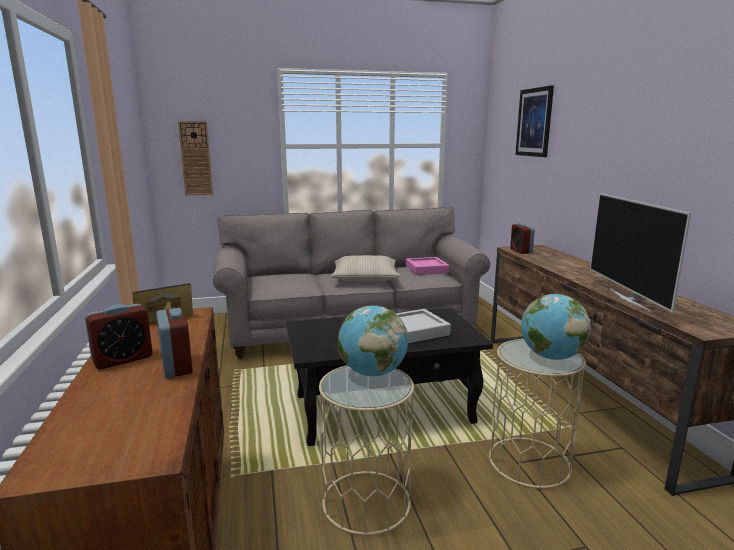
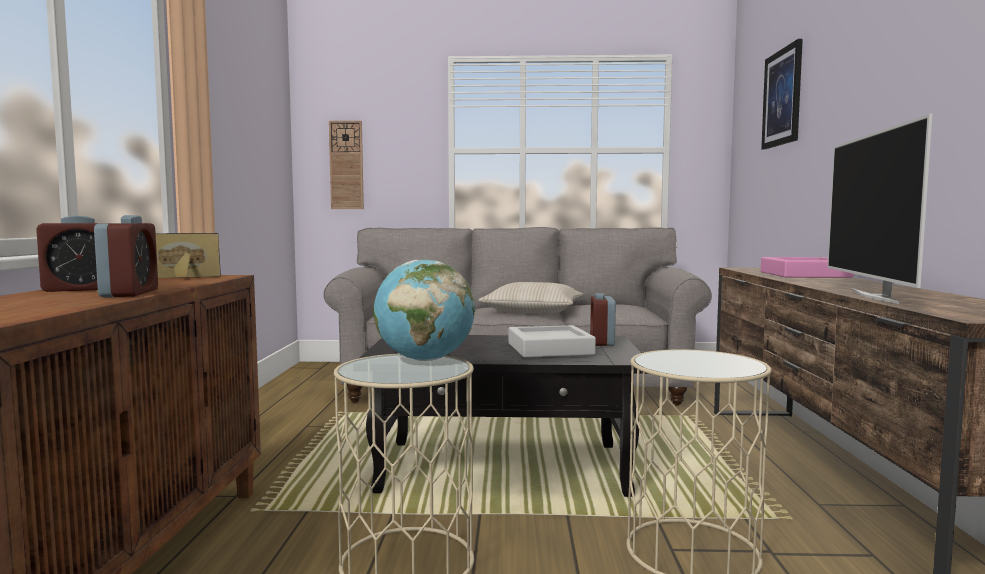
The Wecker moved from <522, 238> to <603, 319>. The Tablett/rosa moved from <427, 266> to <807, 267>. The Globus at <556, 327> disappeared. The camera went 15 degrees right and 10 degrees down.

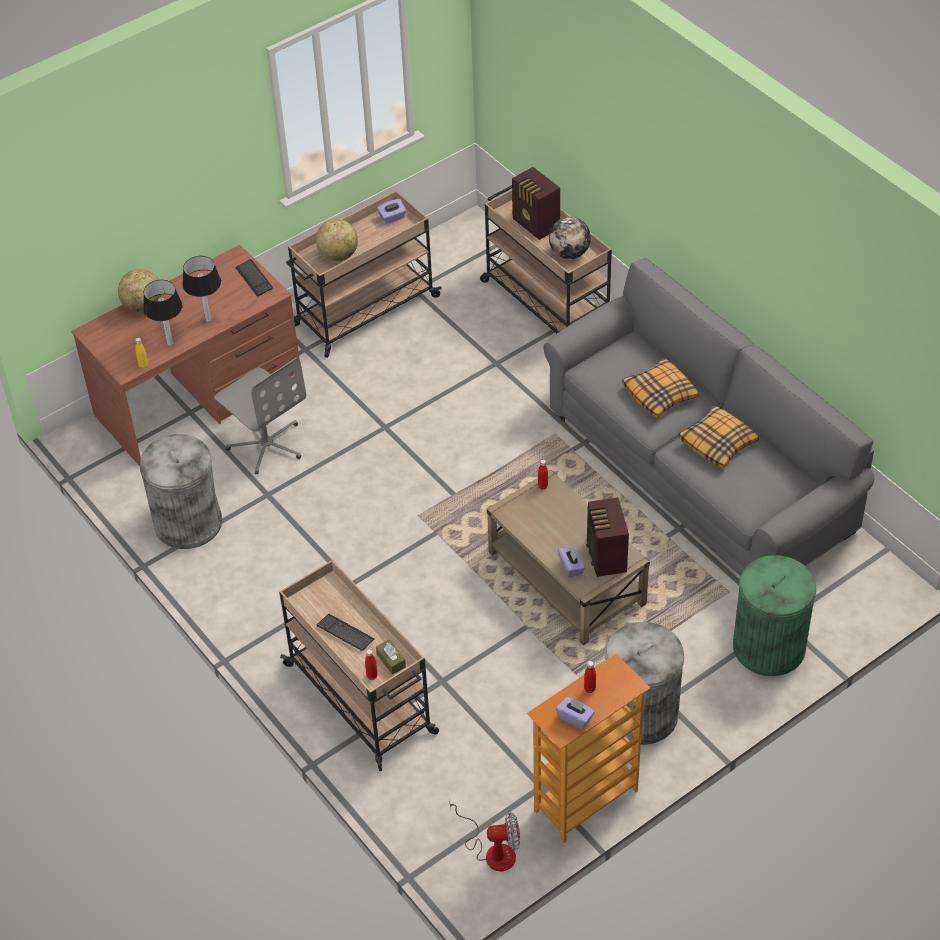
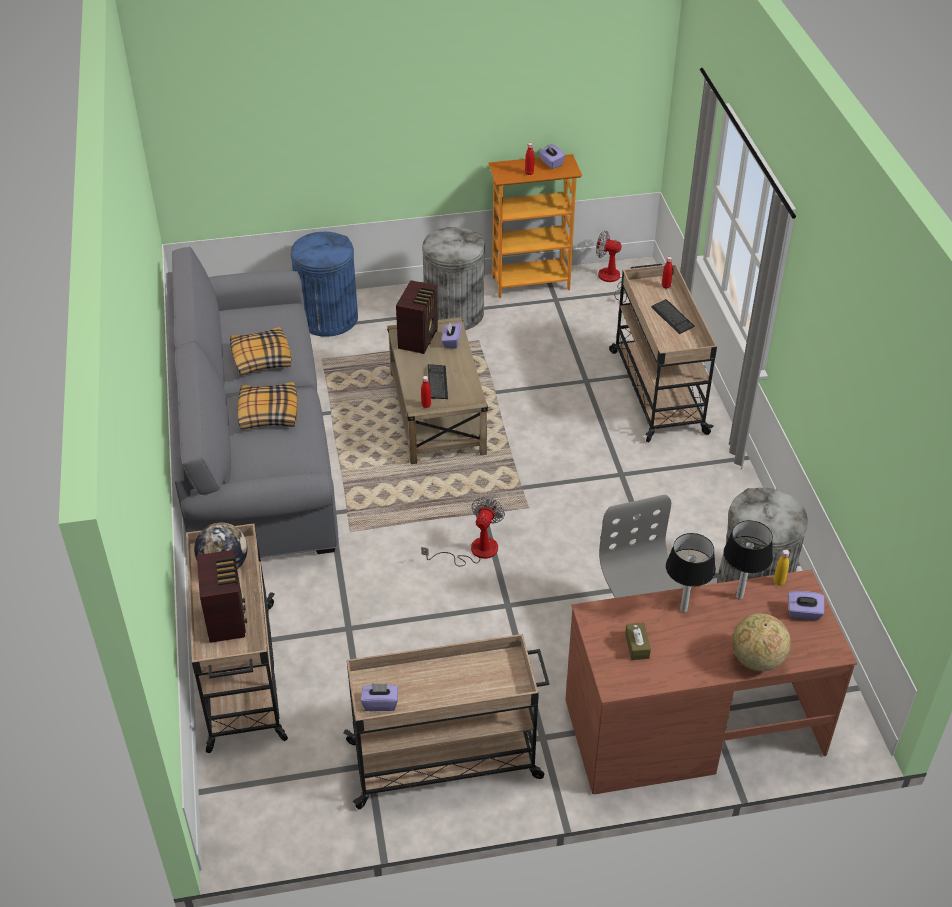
The Mülleimer/grün at <774, 615> became the Mülleimer/blau at <324, 284>. The Ventilator at <463, 531> appeared. The Tastatur moved from <254, 278> to <438, 381>. The Taschentuchbox/braun moved from <391, 657> to <638, 641>. The Taschentuchbox/lila at <806, 605> appeared. The Globus at <337, 240> disappeared. The camera went 155 degrees left and 5 degrees down.

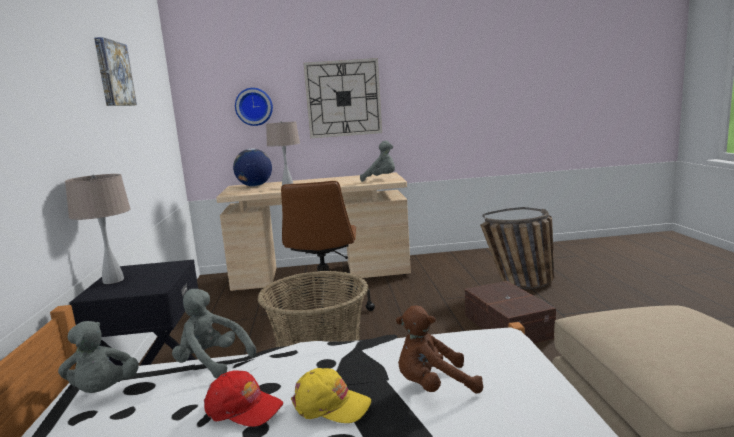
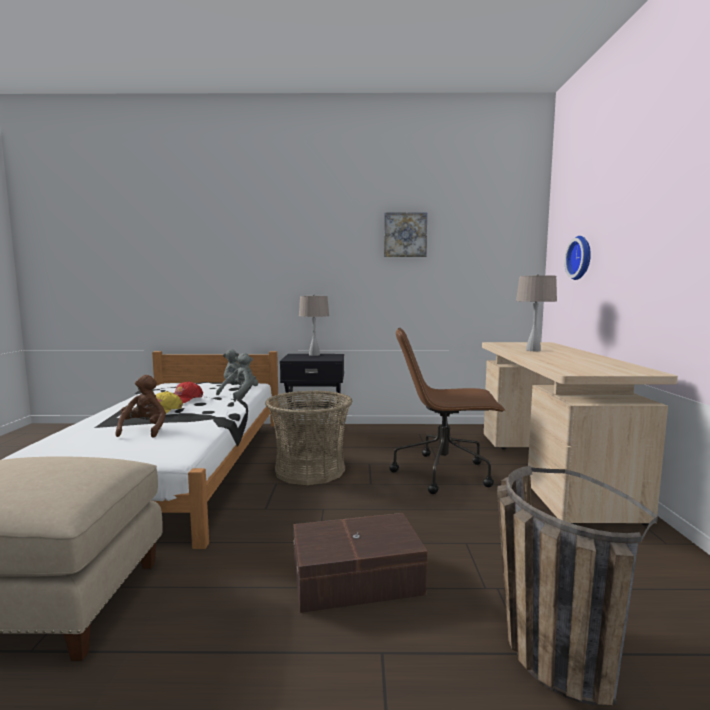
The Globus at <252, 167> disappeared. The Wanduhr at <342, 98> disappeared. The Plüschtier/grau at <377, 161> disappeared. The camera went 95 degrees right and 5 degrees down.

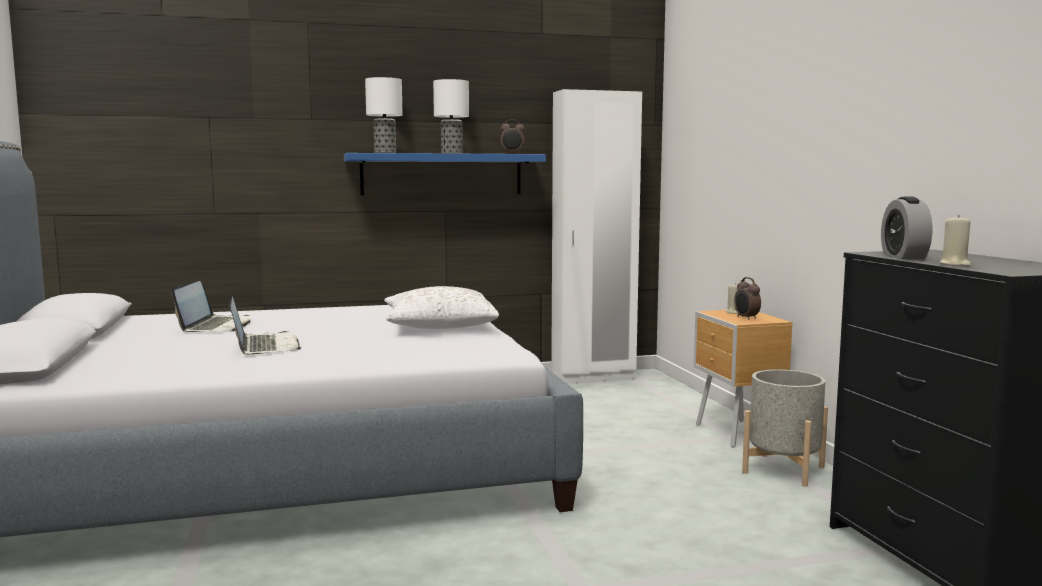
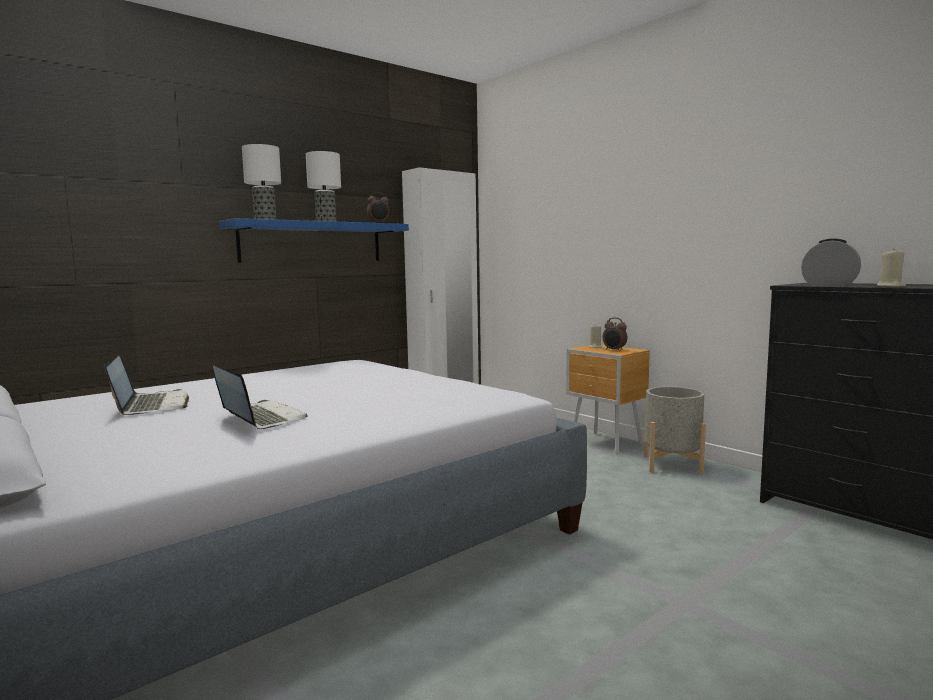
The Wecker at <906, 228> turned 150 degrees clockwise. The Kissen/weiß at <441, 307> disappeared. The camera went 25 degrees left and 0 degrees up.

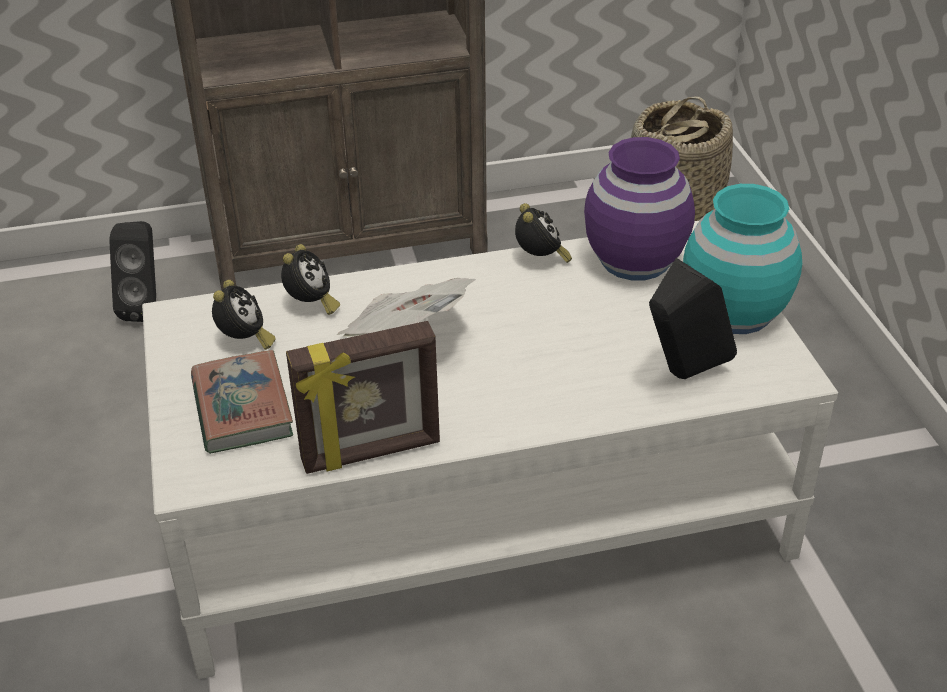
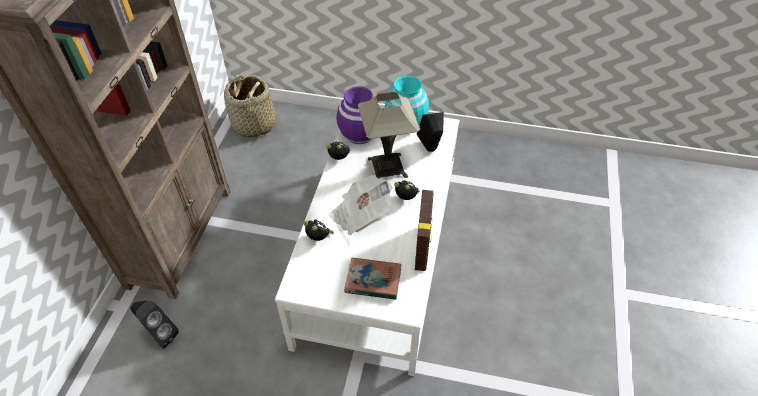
The Tischlampe at <389, 135> appeared. The Wecker moved from <244, 315> to <407, 190>. The camera went 65 degrees left and 10 degrees up.

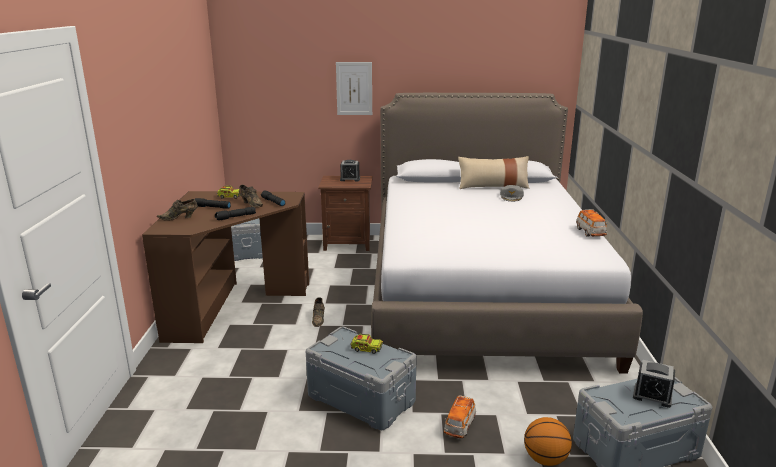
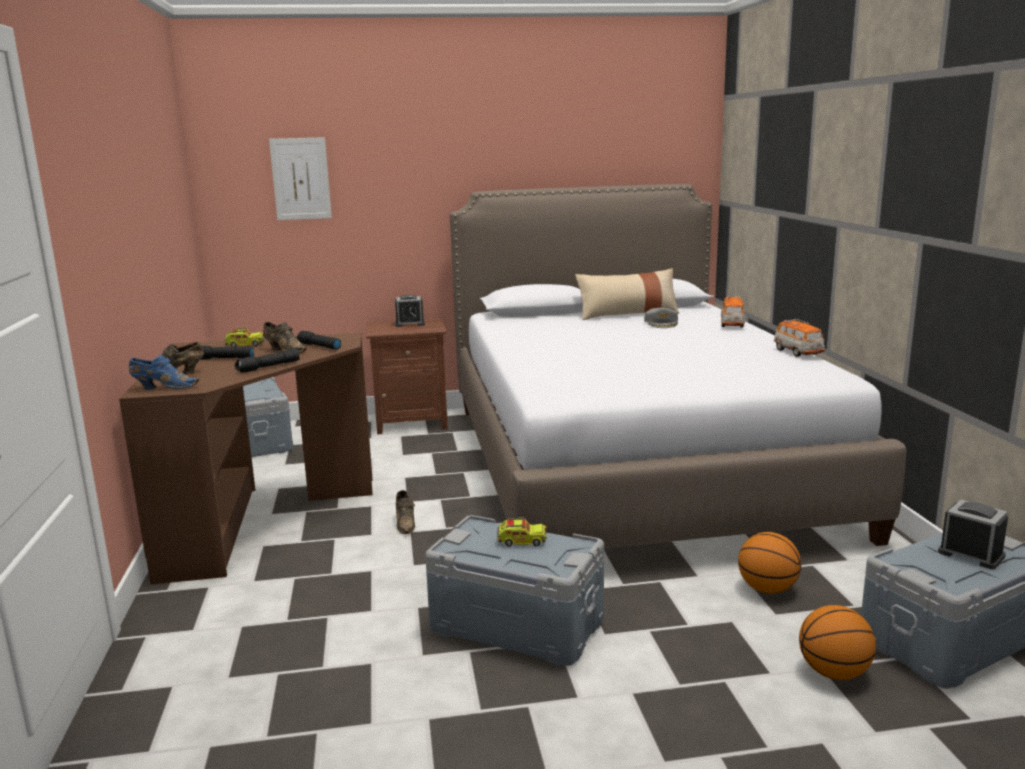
The Schuh/blau at <164, 372> appeared. The Bild moved from <354, 88> to <300, 178>. The Spielzeugauto moved from <460, 416> to <733, 311>. The Basketball at <769, 563> appeared. The Wecker at <654, 384> turned 150 degrees counterclockwise. The camera went 10 degrees left and 5 degrees down.

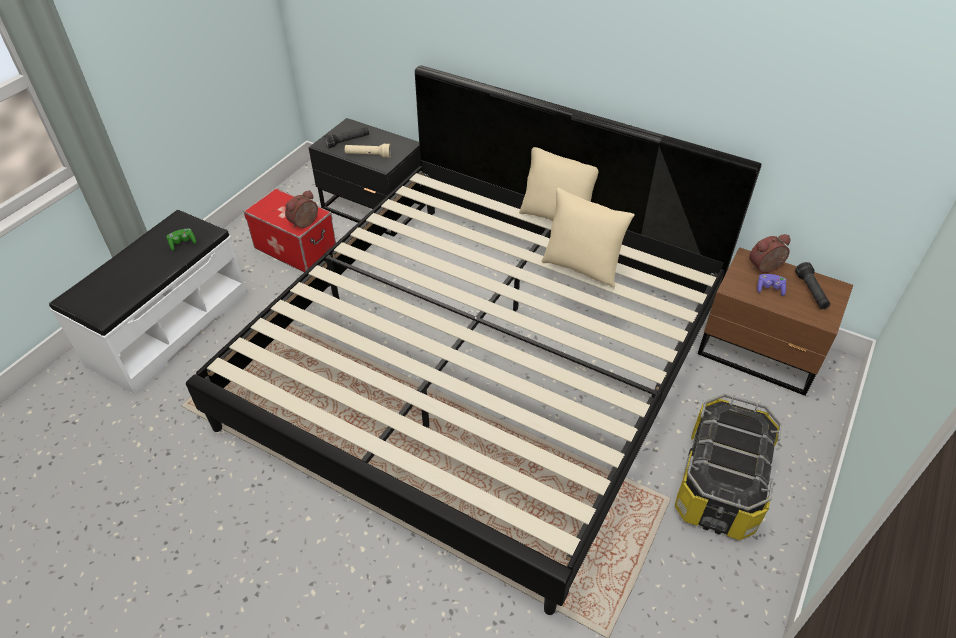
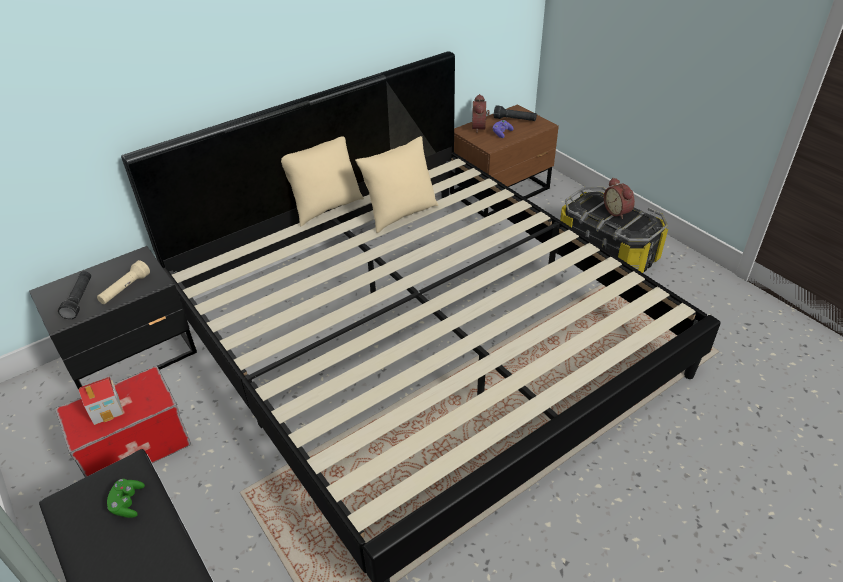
The Spielzeughaus at <100, 401> appeared. The Wecker moved from <301, 209> to <619, 198>. The camera went 65 degrees left and 5 degrees down.

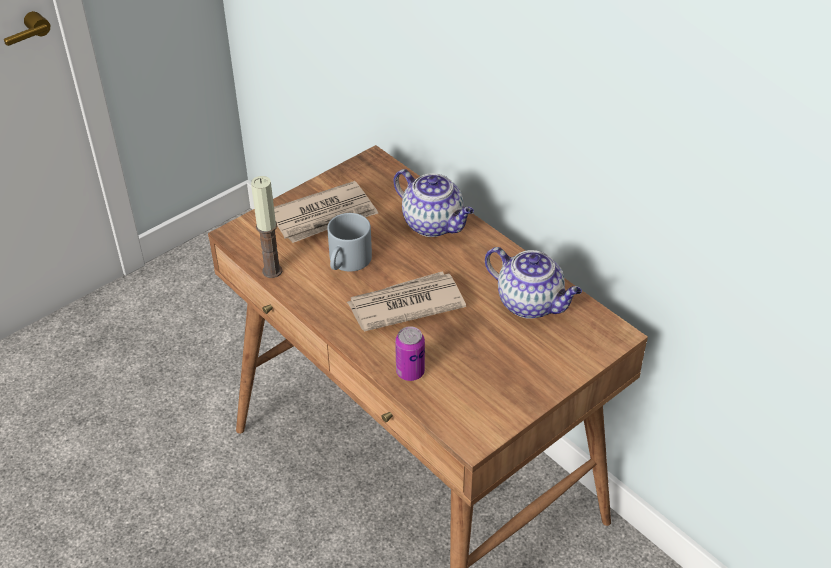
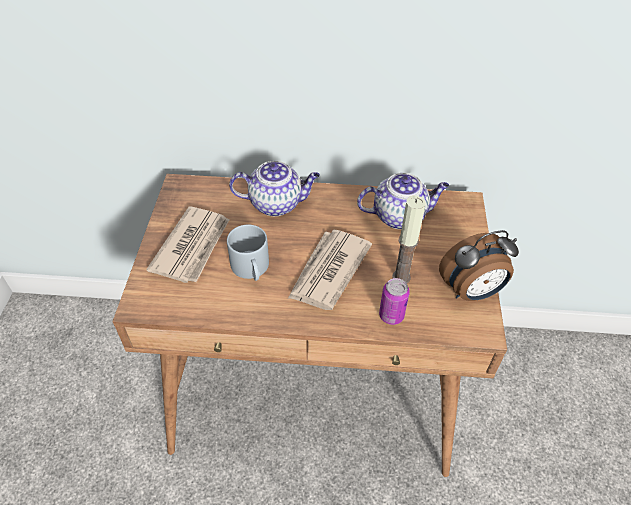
The Kerze moved from <266, 227> to <409, 239>. The Wecker at <479, 265> appeared. The camera went 45 degrees left and 5 degrees up.

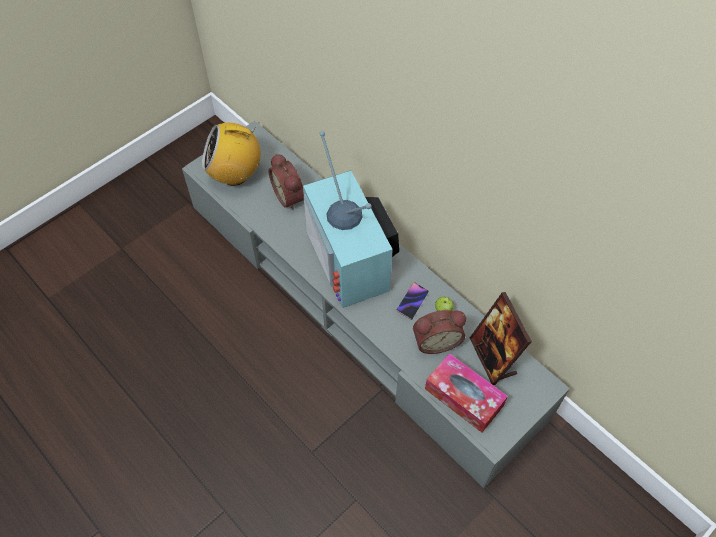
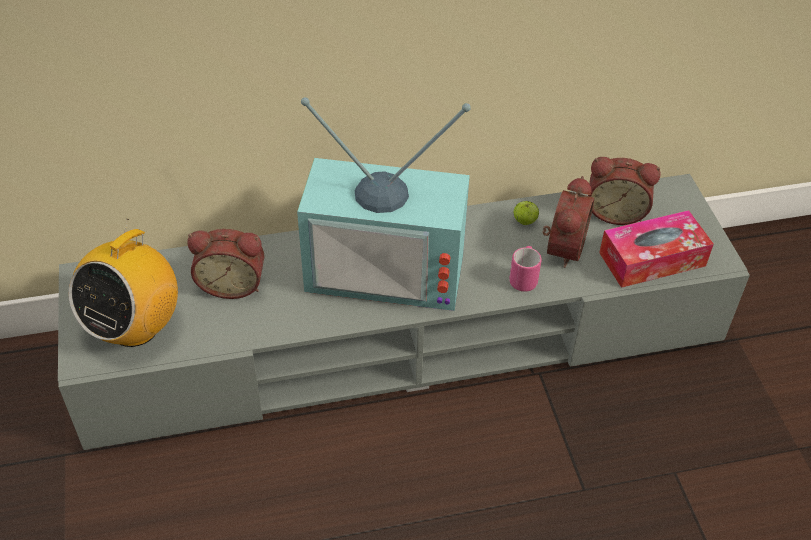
The Henkelbecher/rosa at <525, 269> appeared. The Bilderrahmen at <501, 338> was replaced by the Wecker at <624, 191>. The Handy at <413, 301> disappeared. The camera went 60 degrees left and 10 degrees down.

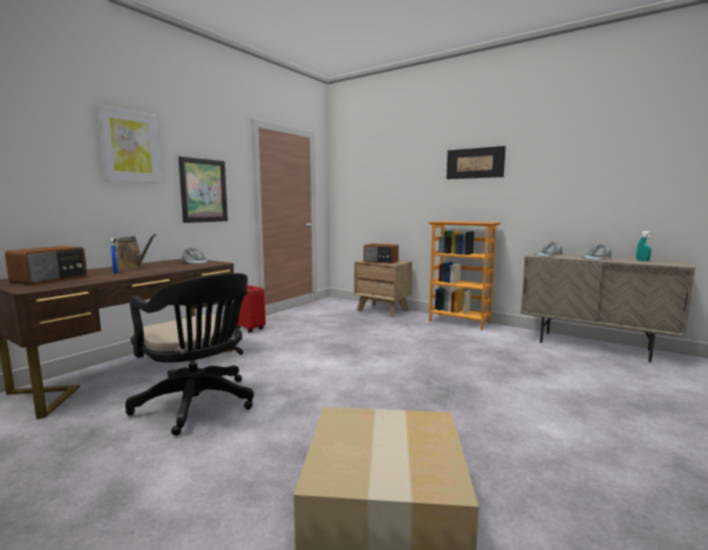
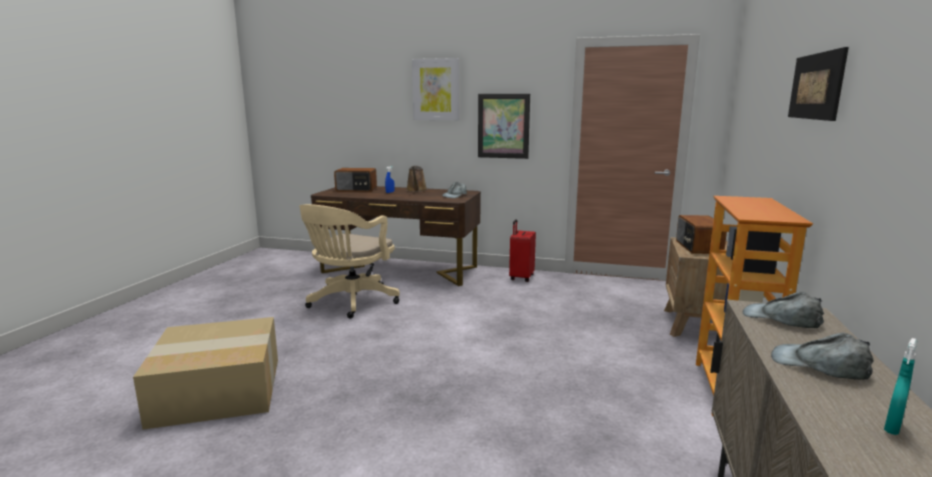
The Bürostuhl/schwarz at <189, 354> became the Bürostuhl/beige at <349, 261>. The camera went 70 degrees right and 5 degrees up.

